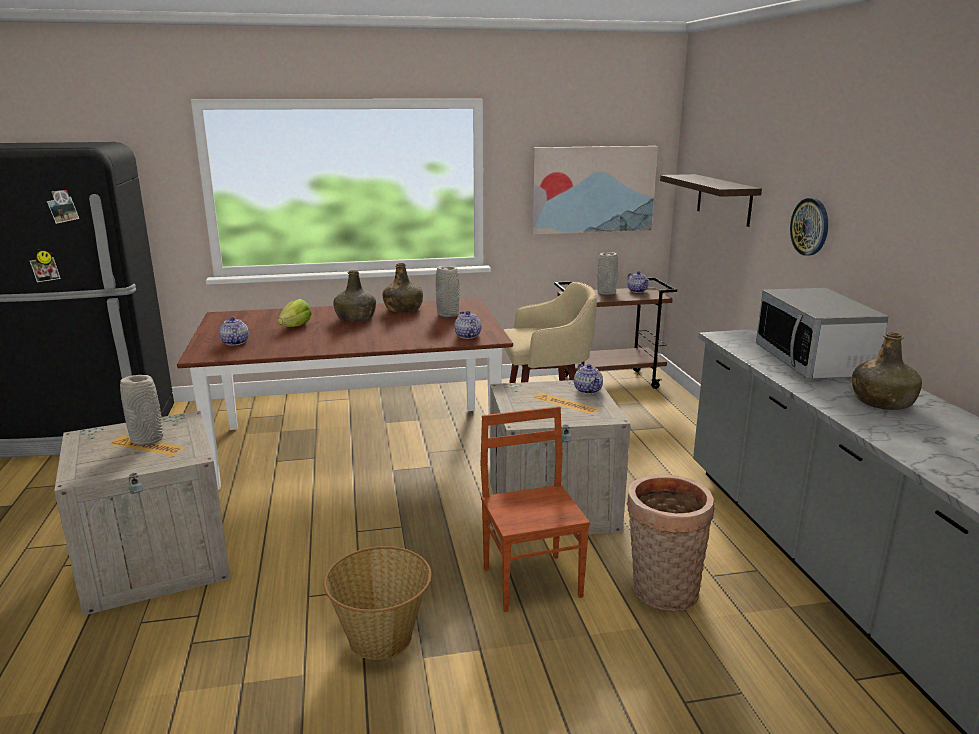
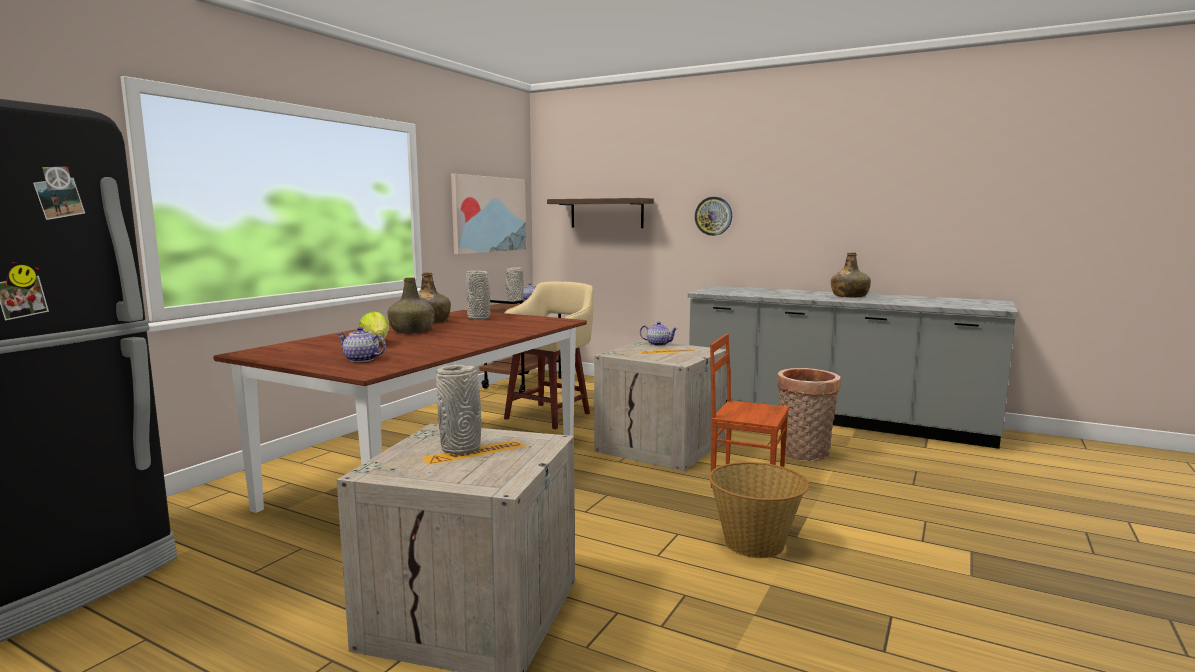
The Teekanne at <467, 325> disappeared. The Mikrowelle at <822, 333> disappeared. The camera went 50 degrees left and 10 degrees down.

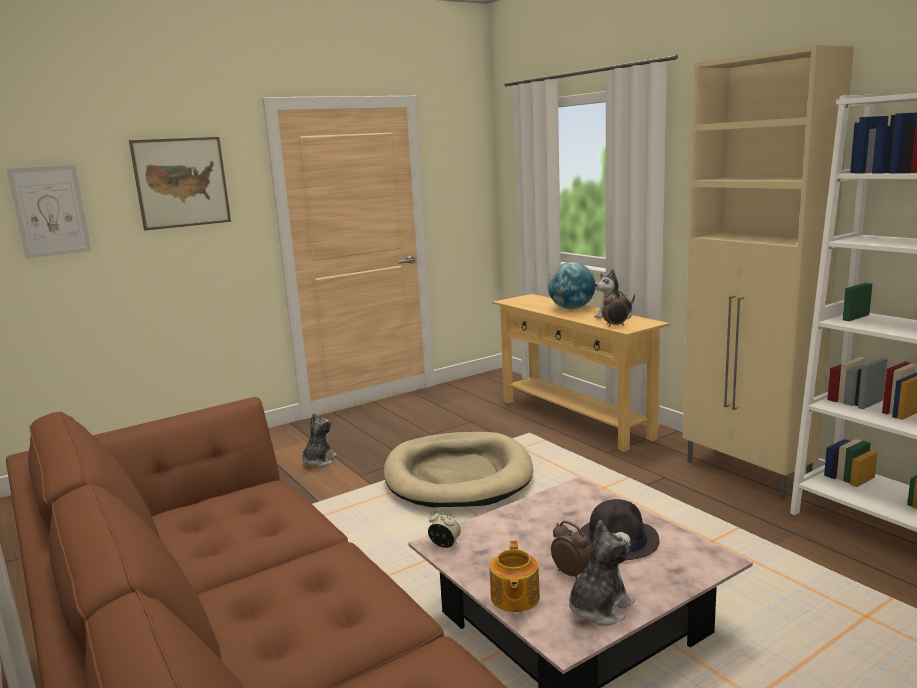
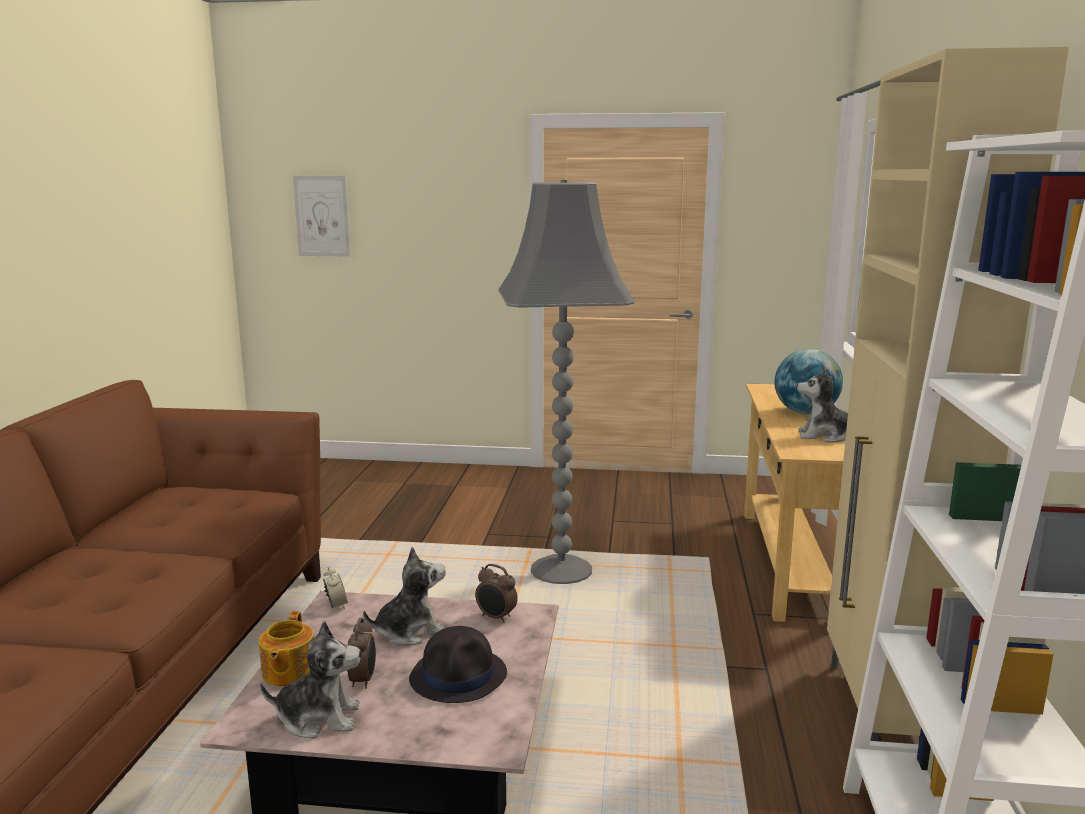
The Teekanne at <515, 576> turned 45 degrees counterclockwise. The Plüschtier moved from <319, 440> to <404, 596>. The Wecker moved from <615, 309> to <496, 593>. The Hundebett/beige at <458, 470> was replaced by the Stehlampe/grau at <566, 382>. The Bild at <180, 184> disappeared. The camera went 40 degrees right and 0 degrees up.

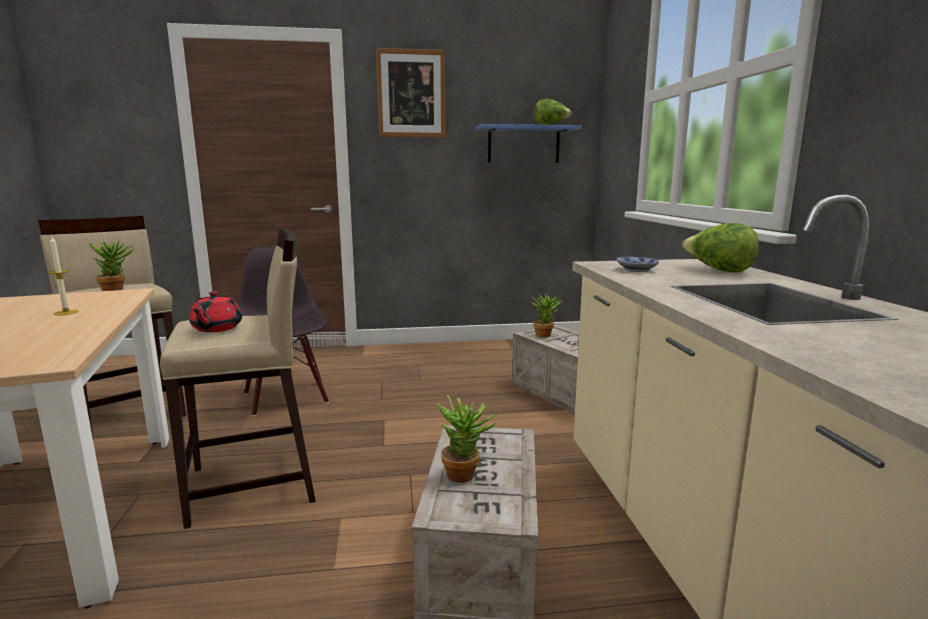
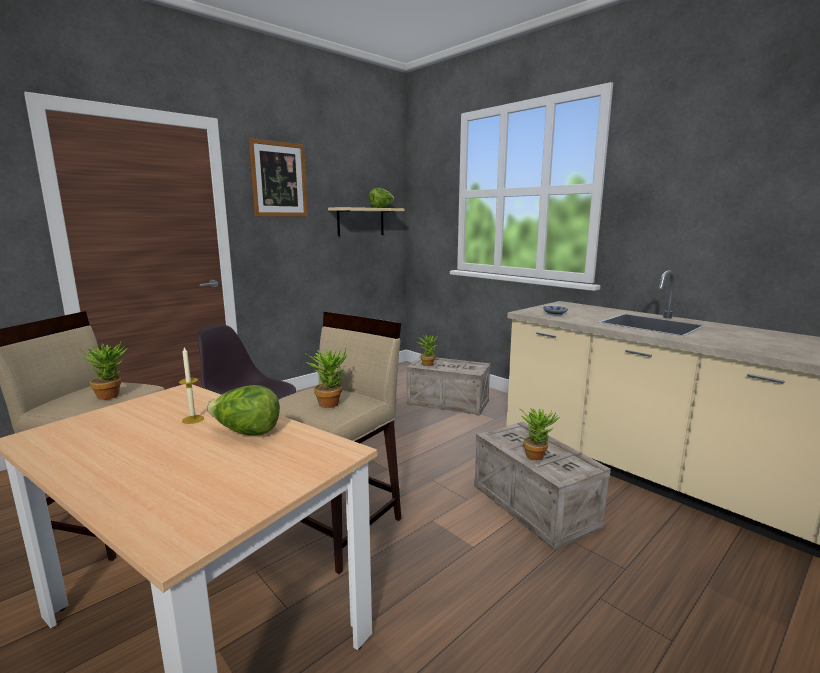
The Salatkopf moved from <720, 247> to <243, 410>. The Teekanne/rot at <215, 311> was replaced by the Topfpflanze at <326, 378>. The Wandregal/blau at <528, 143> became the Wandregal/beige at <366, 221>. The camera went 35 degrees left and 0 degrees up.

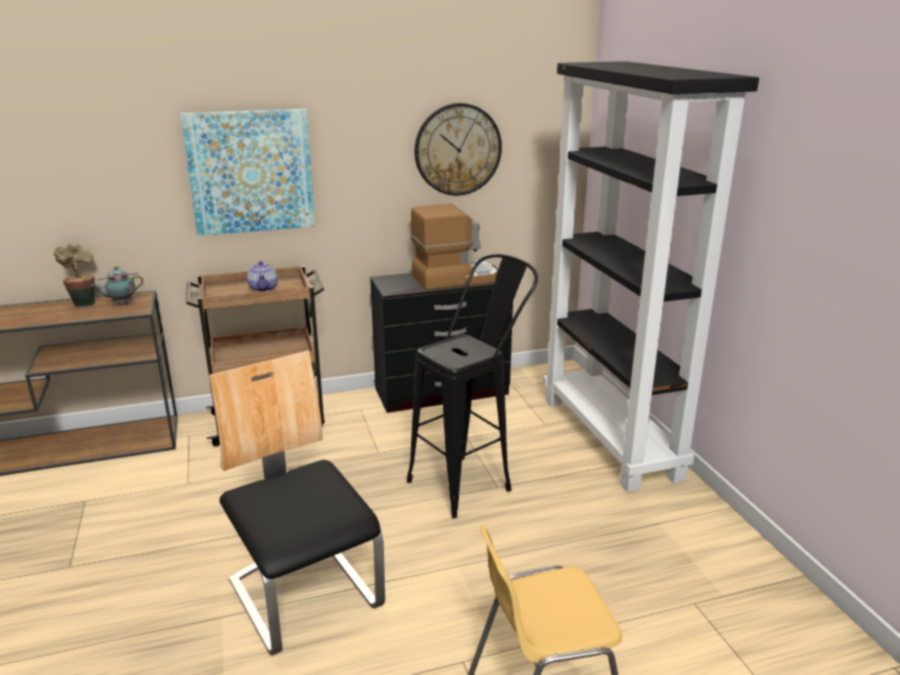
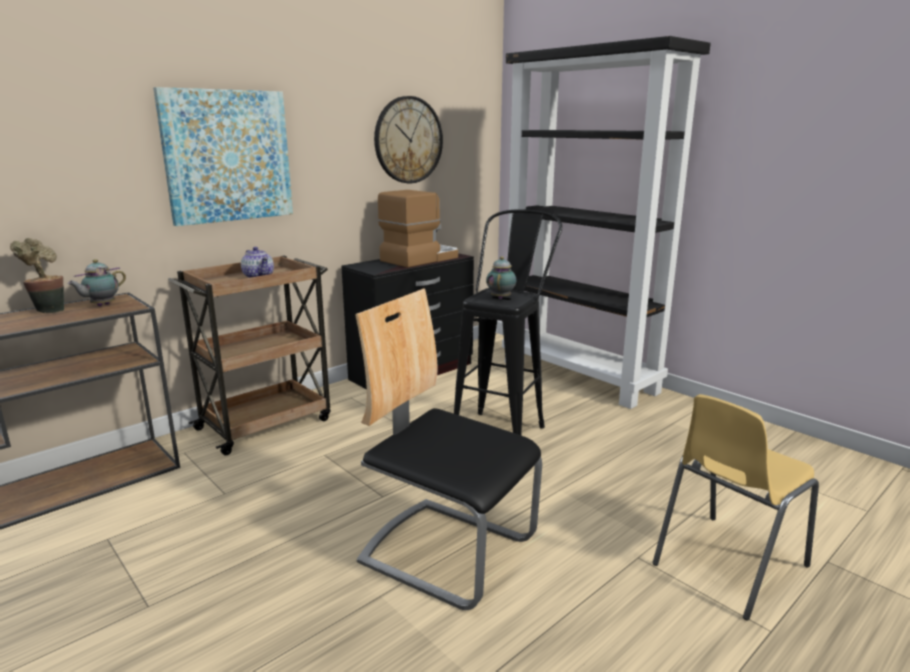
The Teekanne at <501, 277> appeared. The camera went 25 degrees left and 5 degrees down.

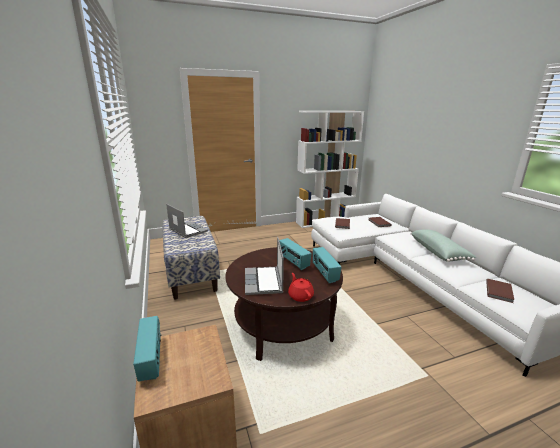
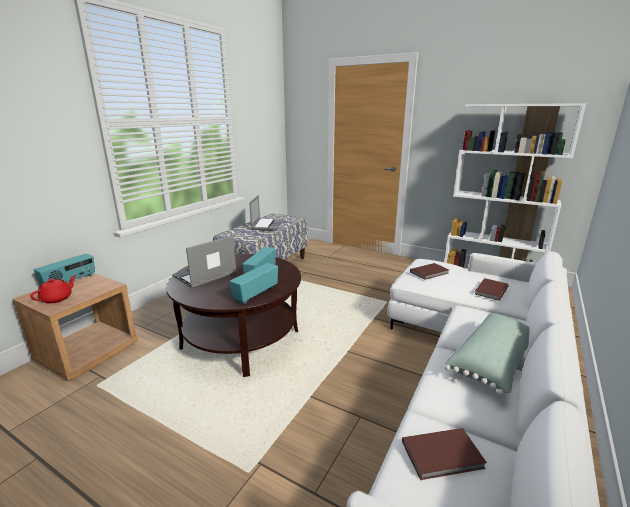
The Teekanne/rot moved from <301, 287> to <53, 289>. The camera went 50 degrees right and 0 degrees up.

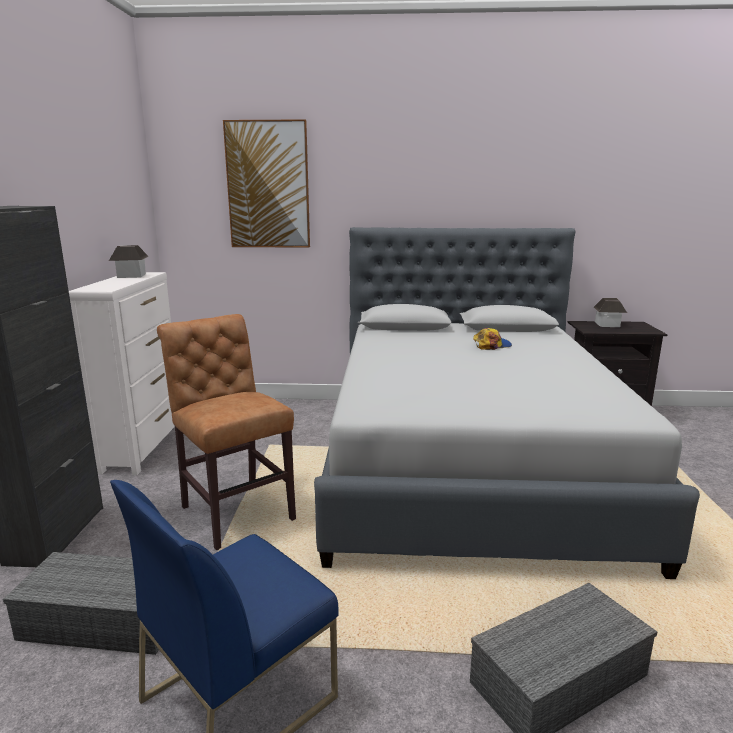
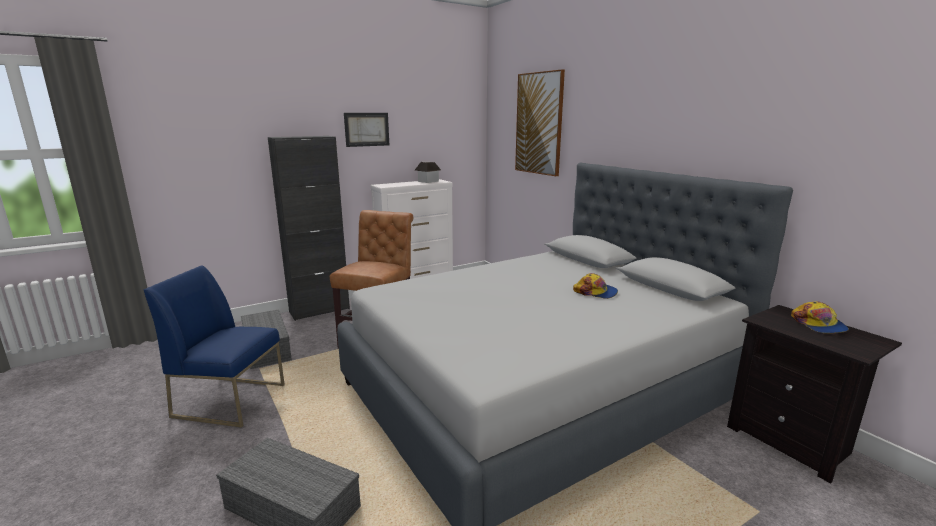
The Bild at <366, 130> appeared. The Spielzeughaus at <610, 312> was replaced by the Kappe at <820, 317>. The camera went 55 degrees right and 0 degrees up.

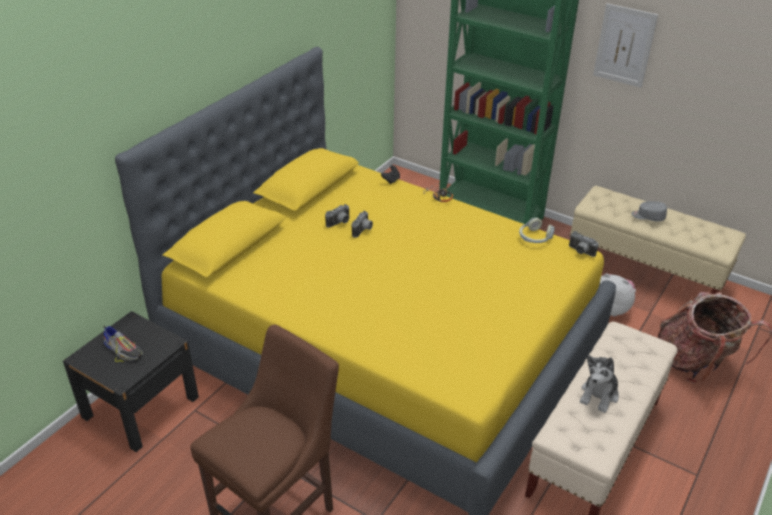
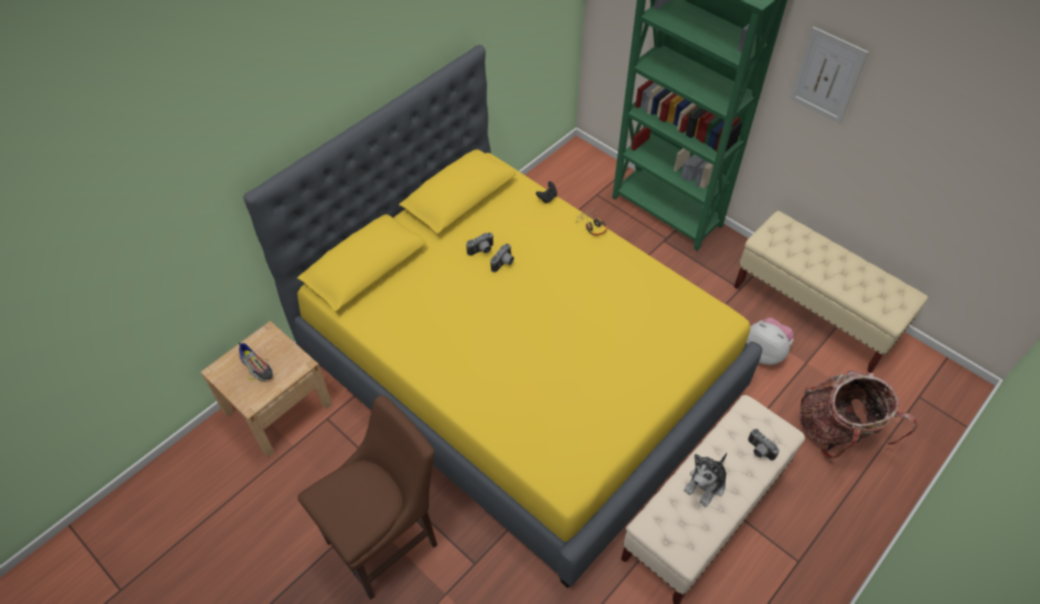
The Nachttisch/schwarz at <131, 381> became the Nachttisch/beige at <266, 389>. The Kamera moved from <584, 244> to <764, 445>. The Kopfhörer at <537, 230> disappeared. The Kappe/grau at <649, 211> disappeared. The camera went 10 degrees right and 15 degrees up.

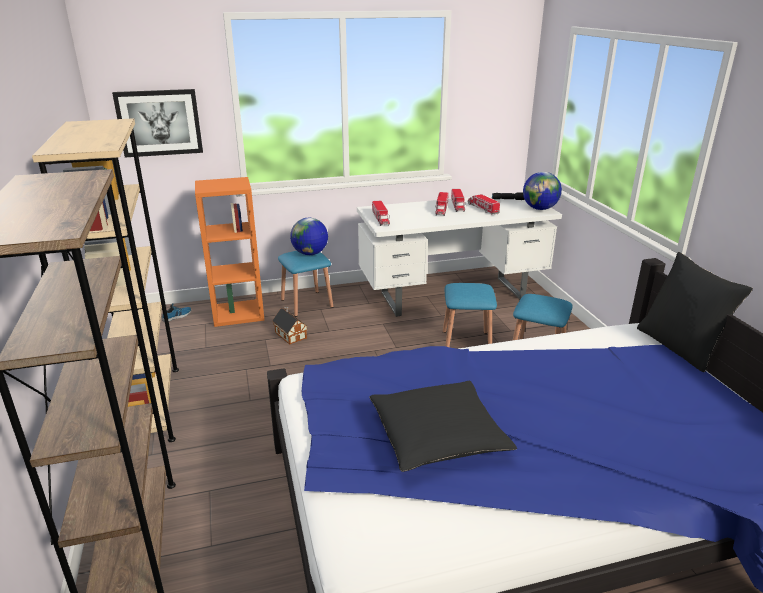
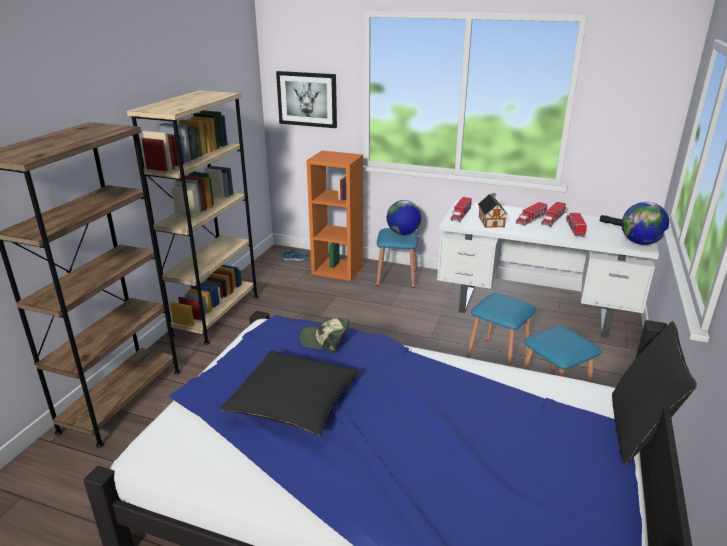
The Kappe at <324, 335> appeared. The Spielzeughaus moved from <290, 325> to <493, 210>. The camera went 35 degrees right and 0 degrees up.

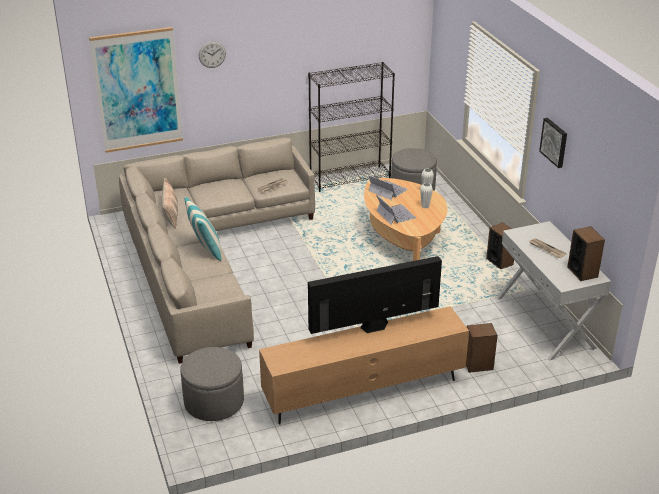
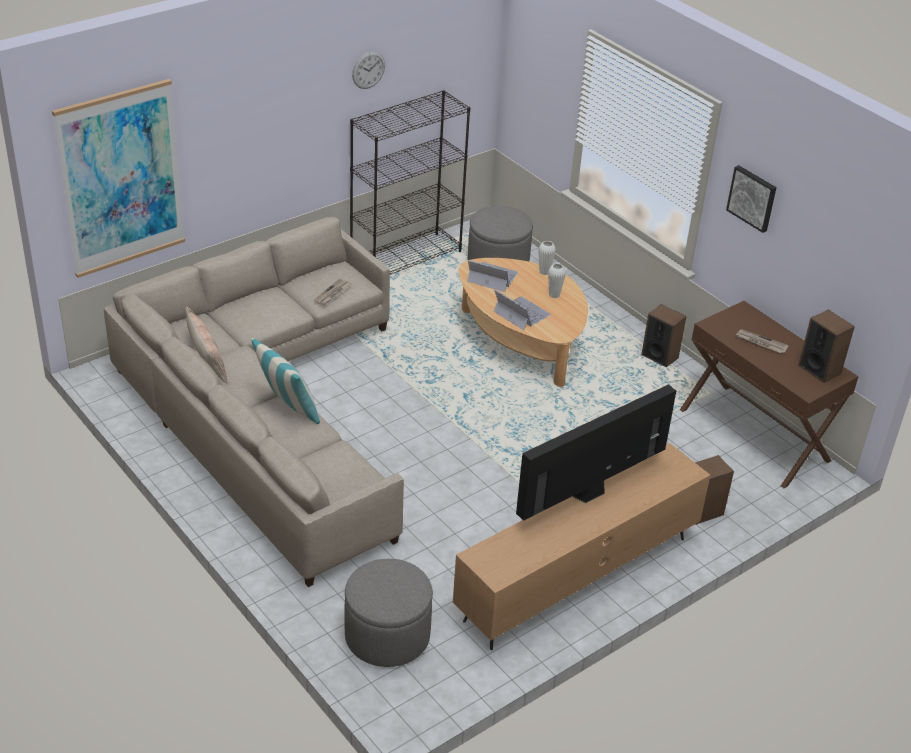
The Wanduhr moved from <212, 54> to <368, 70>. The Konsolentisch/weiß at <554, 291> became the Konsolentisch/braun at <769, 394>. The camera went 20 degrees left and 5 degrees up.

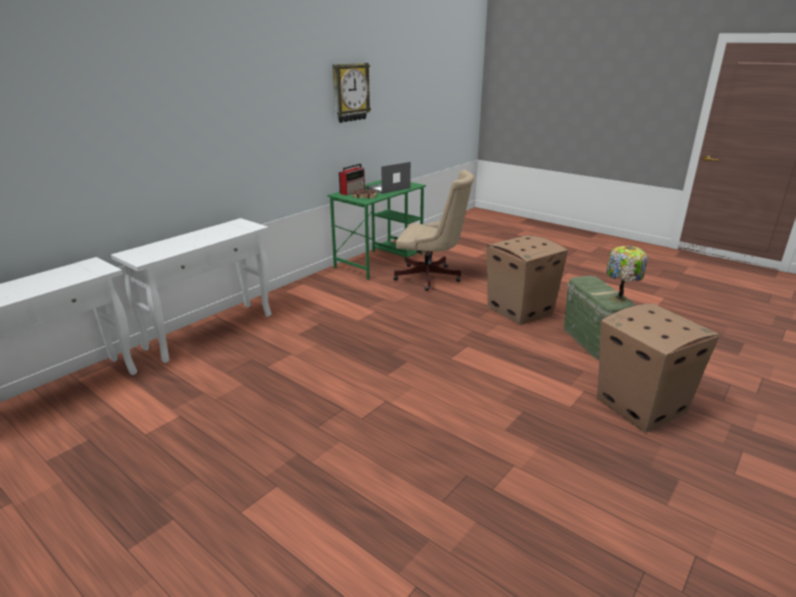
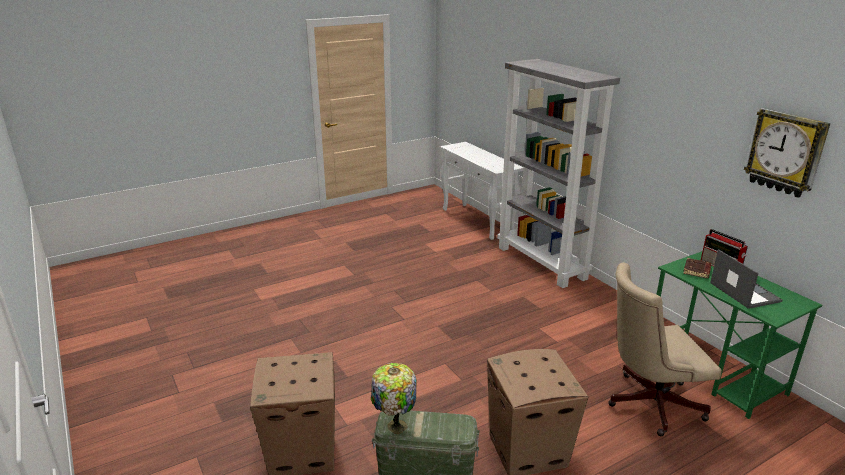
The Konsolentisch/weiß at <191, 290> was replaced by the Bücherregal/grau at <558, 173>. The Bürostuhl/beige at <433, 230> turned 45 degrees clockwise. The camera went 110 degrees right and 0 degrees up.

